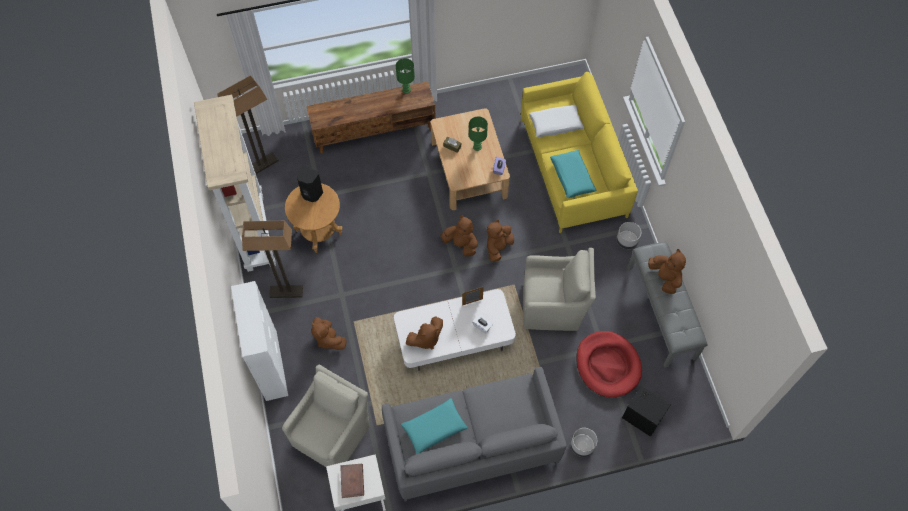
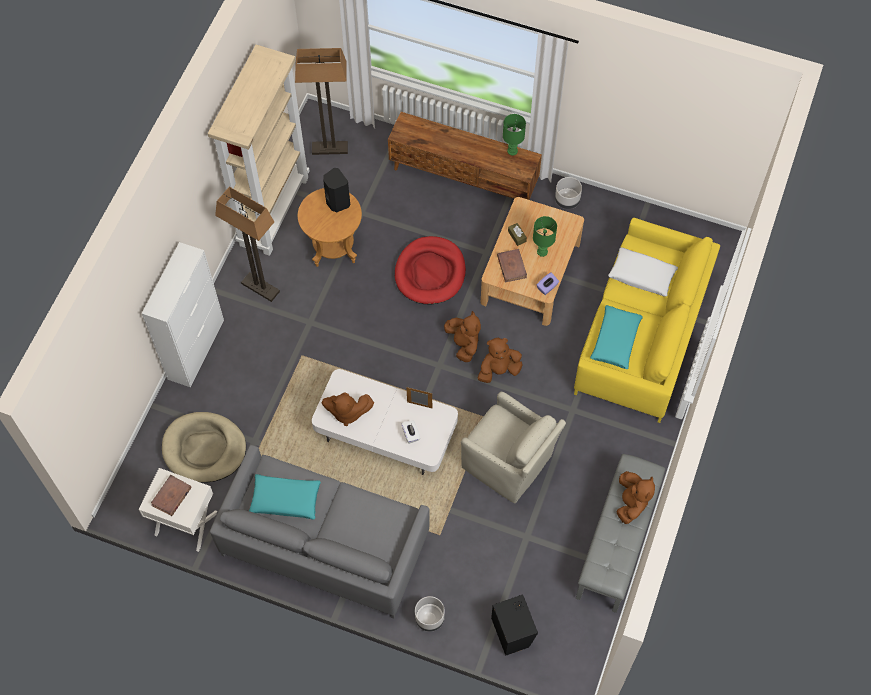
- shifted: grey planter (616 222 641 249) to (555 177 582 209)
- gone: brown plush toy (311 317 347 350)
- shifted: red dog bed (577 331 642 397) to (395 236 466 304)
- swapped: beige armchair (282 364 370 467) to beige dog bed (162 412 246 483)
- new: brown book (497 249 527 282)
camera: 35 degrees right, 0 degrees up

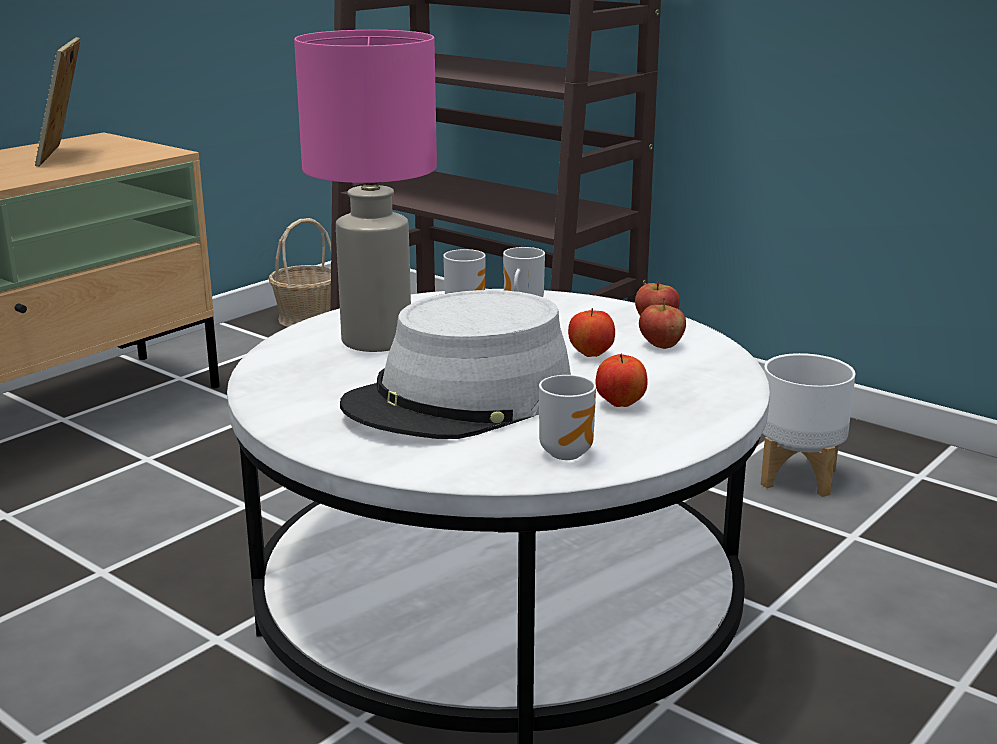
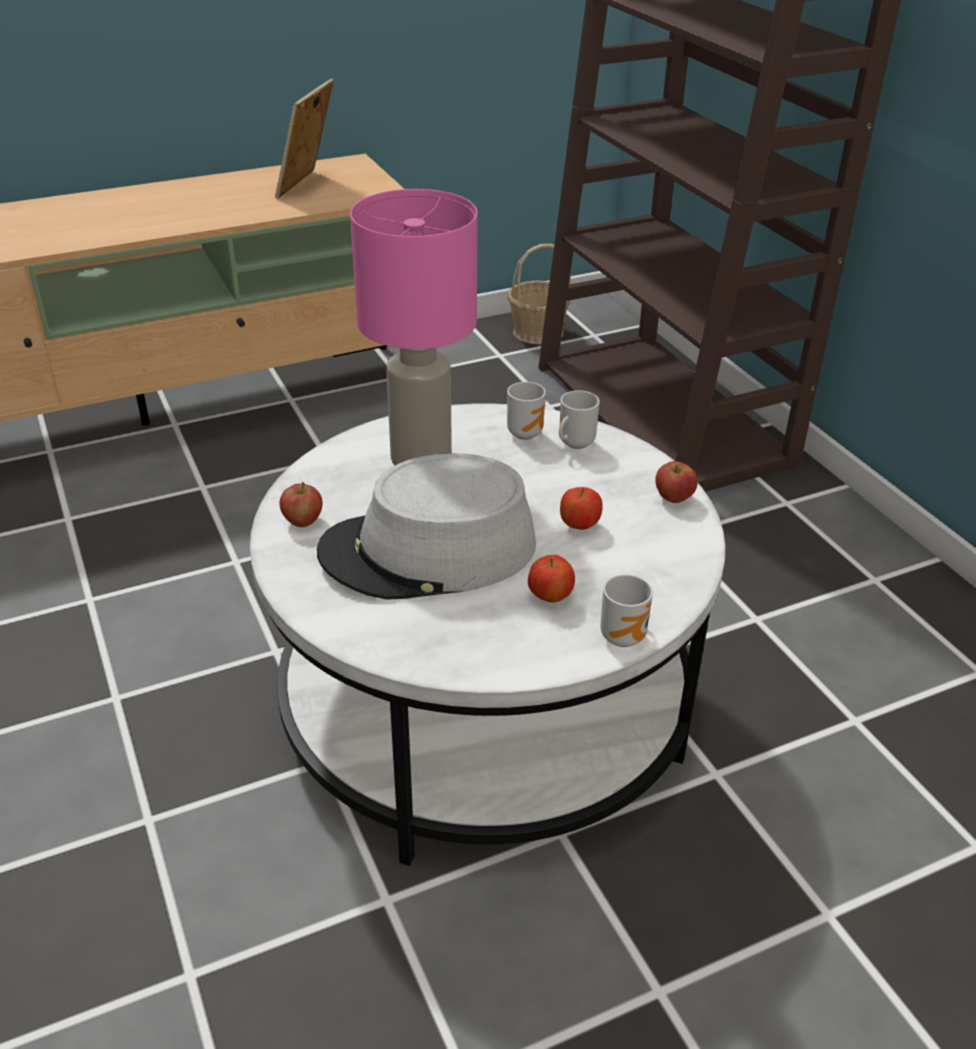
- shifted: apple (639 298 686 349) to (280 482 323 527)
- gone: white planter (761 353 856 497)
- shifted: mug (539 375 596 460) to (601 574 653 647)
camera: 25 degrees right, 15 degrees up

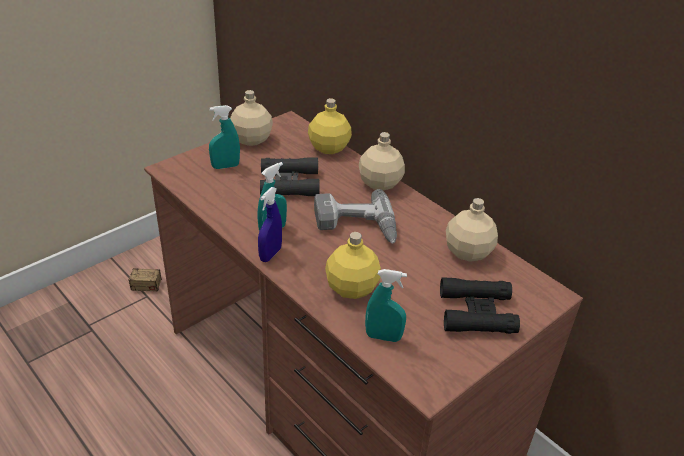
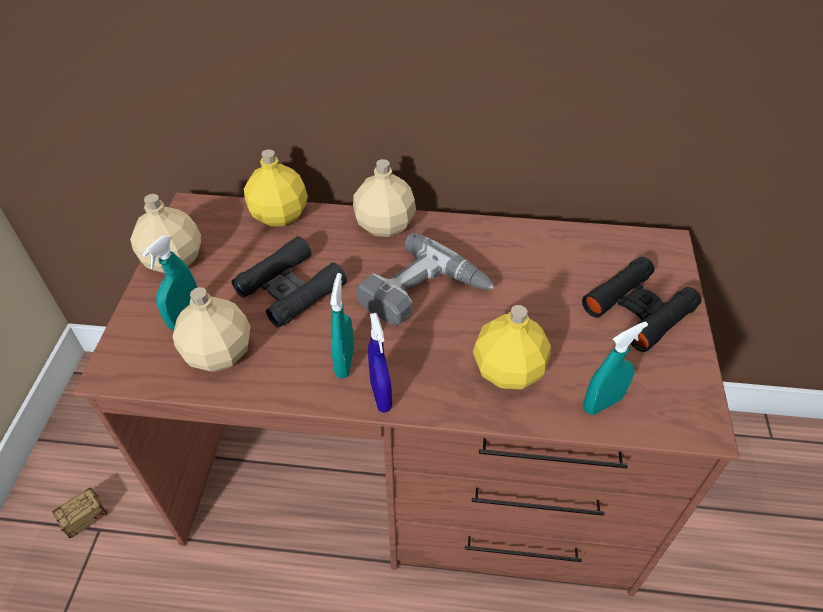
- shifted: beige bottle (446 198 498 262) to (173 287 250 372)
camera: 40 degrees left, 10 degrees up

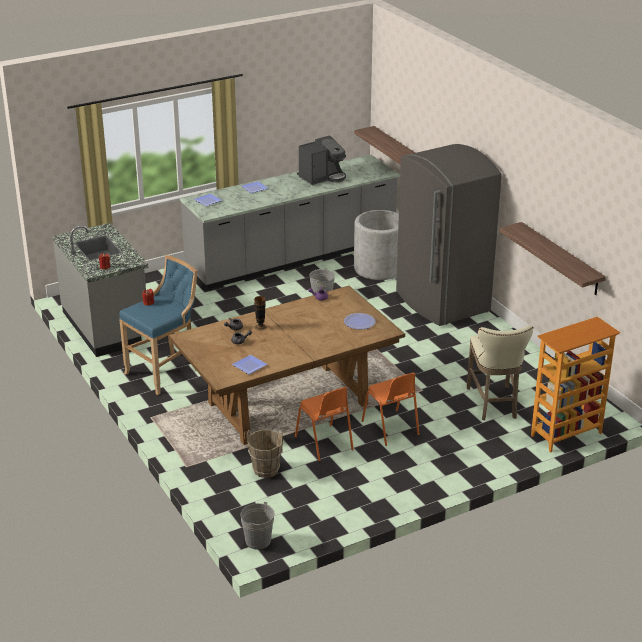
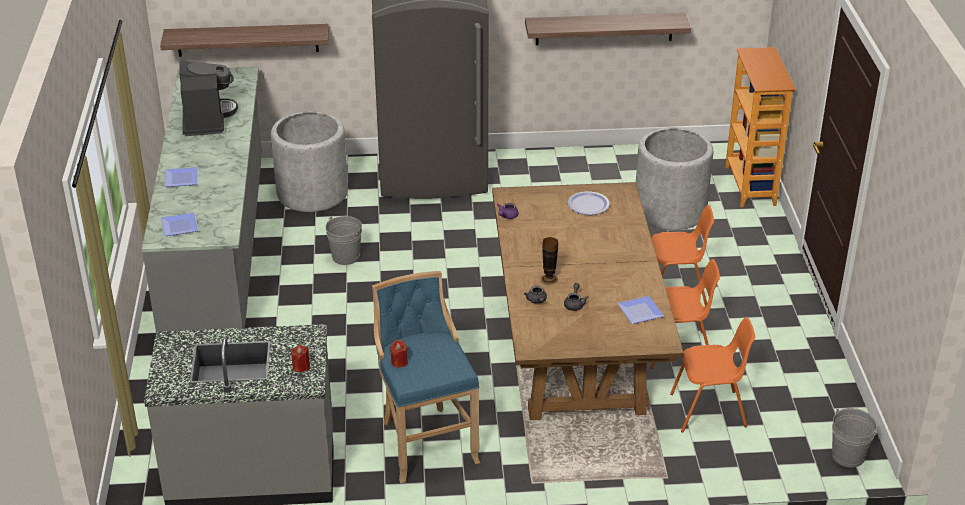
- swapped: beige stool (467 325 534 420) to grey planter (636 127 713 230)
- swapped: brown bucket (247 429 283 478) to orange chair (670 317 755 433)
camera: 65 degrees left, 5 degrees up

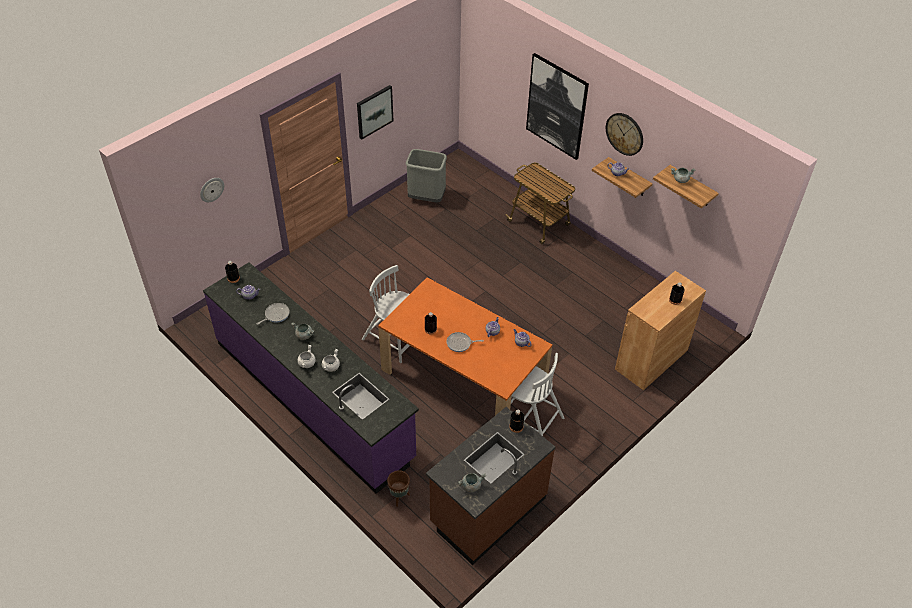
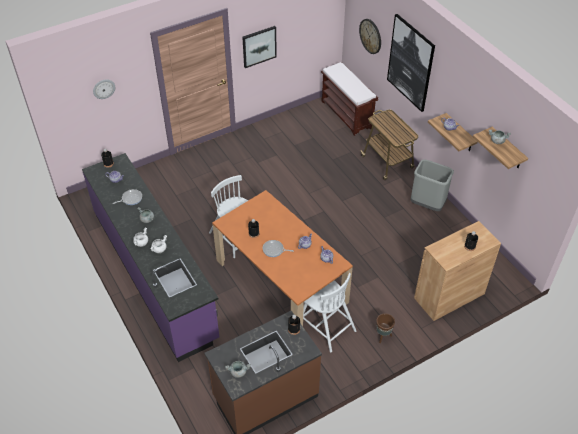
- shifted: wall clock (606 113 643 156) to (359 19 381 54)
- shifted: grey trash can (406 149 447 202) to (411 159 454 211)
- shifted: brown planter (387 470 410 507) to (376 313 395 343)
- new: brown bench (321 62 378 136)
camera: 15 degrees right, 0 degrees up

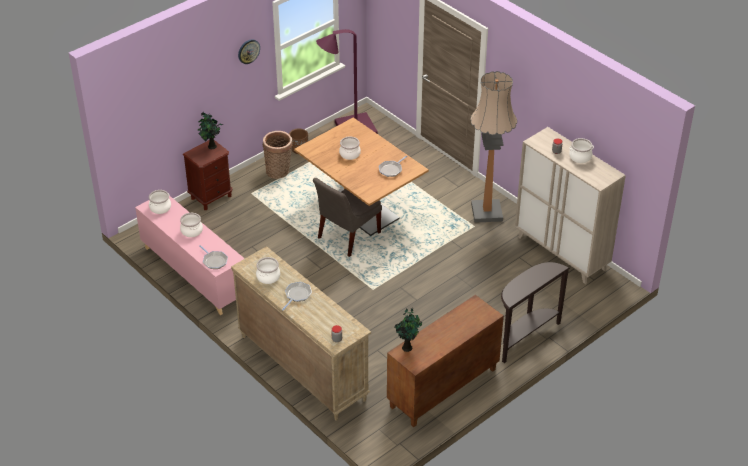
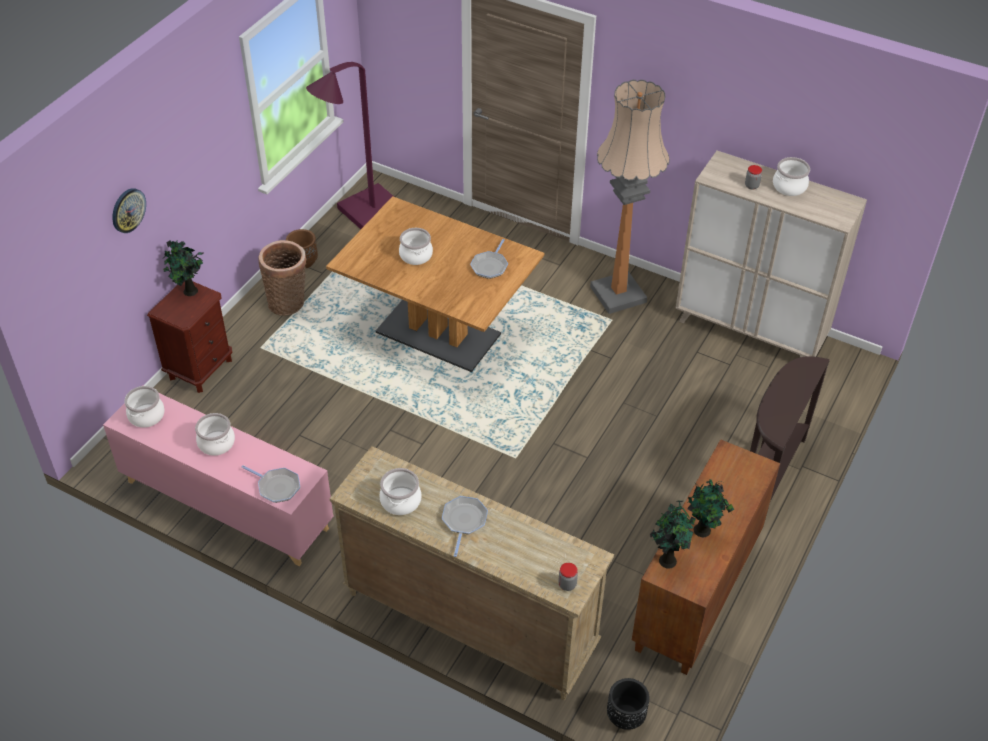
- shifted: wall clock (238 39 260 64) to (112 188 146 233)
- gone: grey chair (313 178 382 257)
- new: potted plant (687 479 734 537)
- new: black planter (607 678 649 730)
camera: 20 degrees left, 5 degrees up

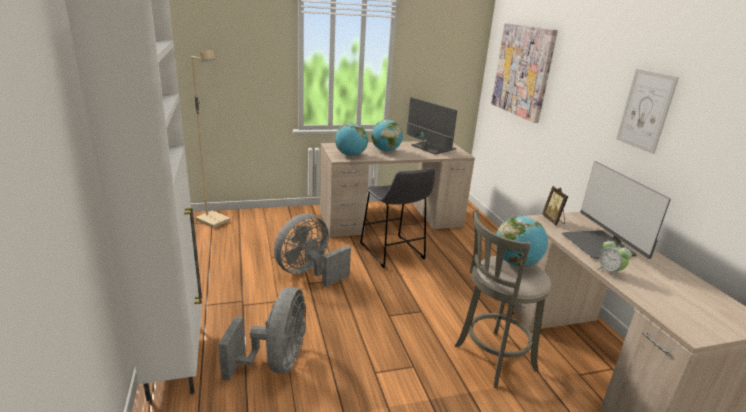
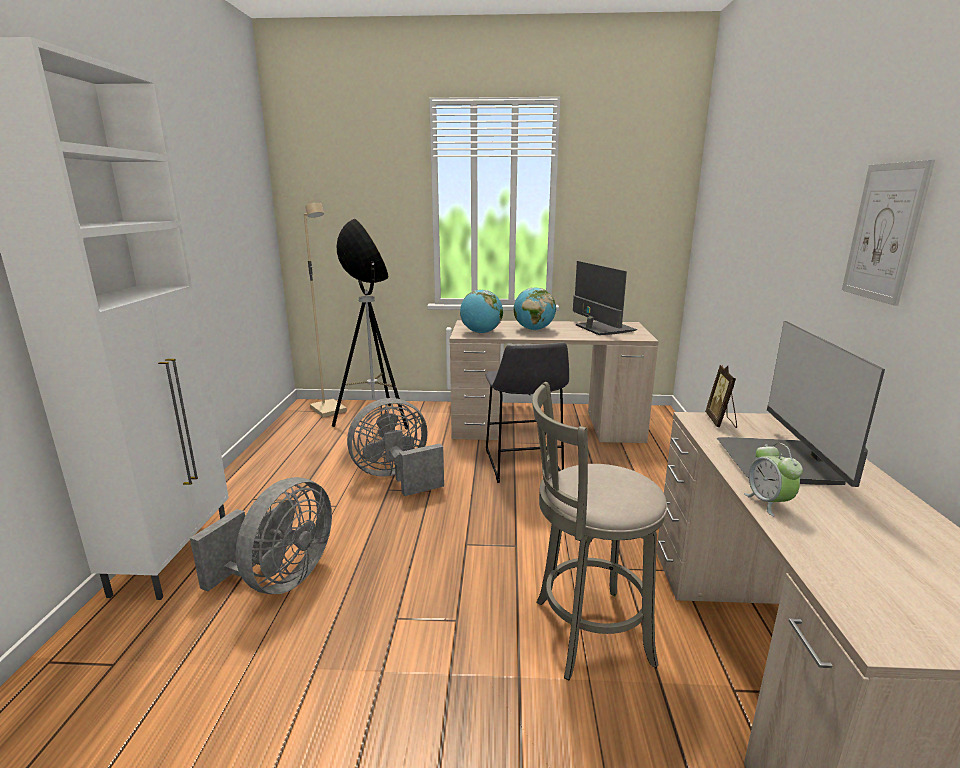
- gone: picture (491 23 558 123)
- gone: globe (496 216 548 267)
- new: floor lamp (332 218 408 429)
camera: 20 degrees right, 5 degrees down

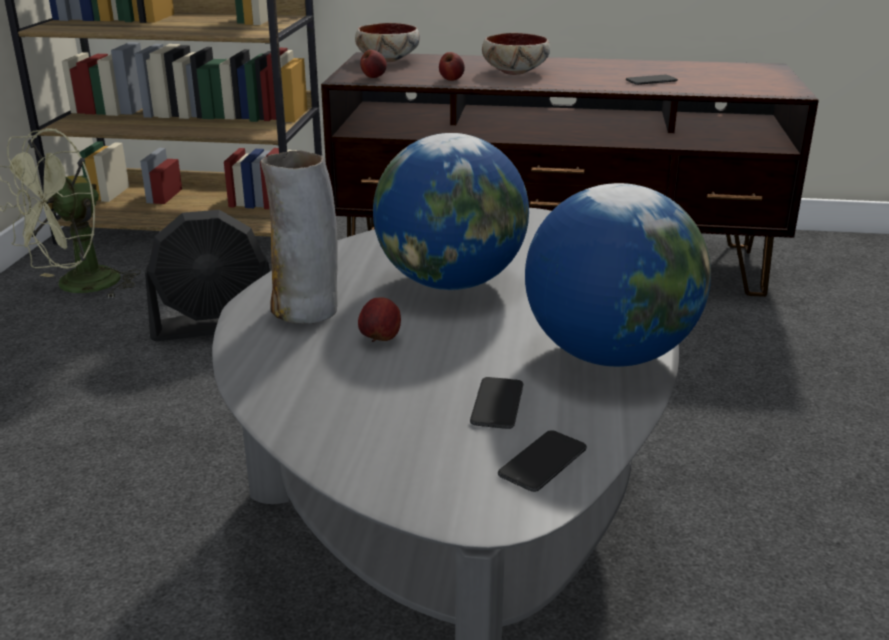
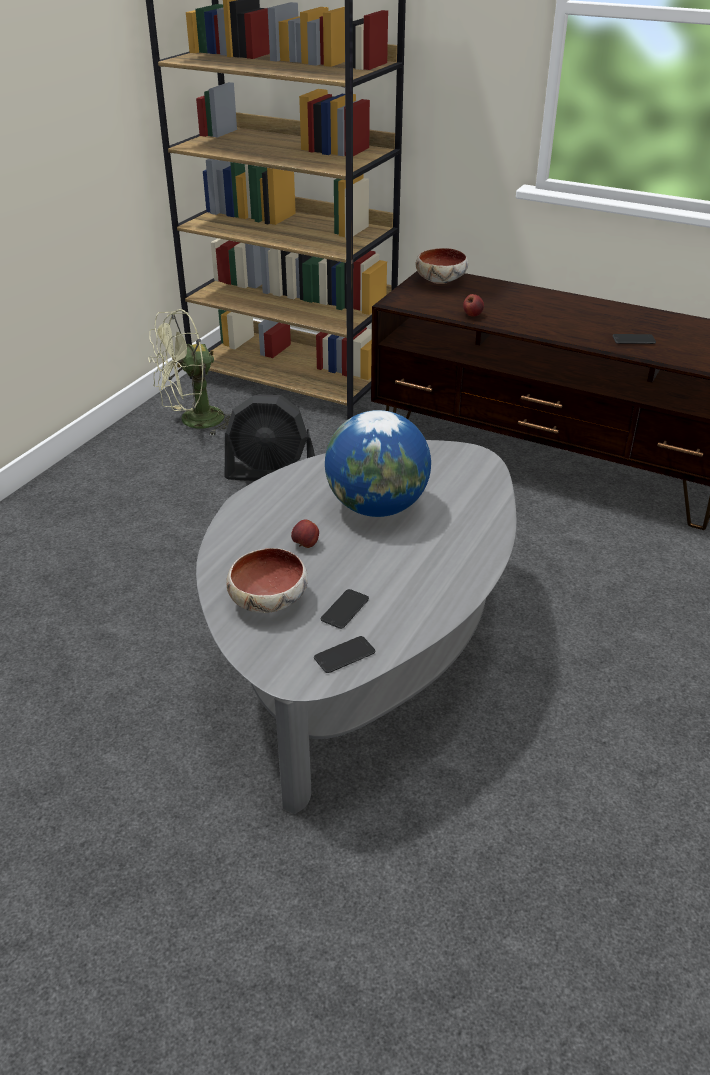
- shifted: bowl (482 33 550 75) to (226 548 308 613)
- gone: apple (360 50 387 78)
- gone: vase (260 150 338 324)
- gone: globe (525 183 711 367)
camera: 20 degrees right, 10 degrees up

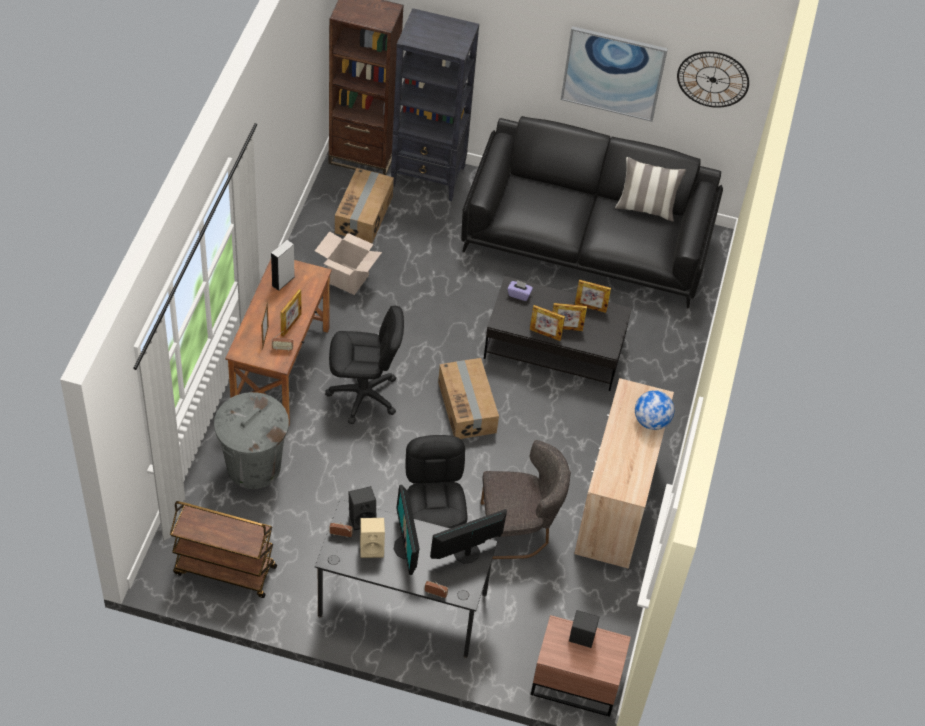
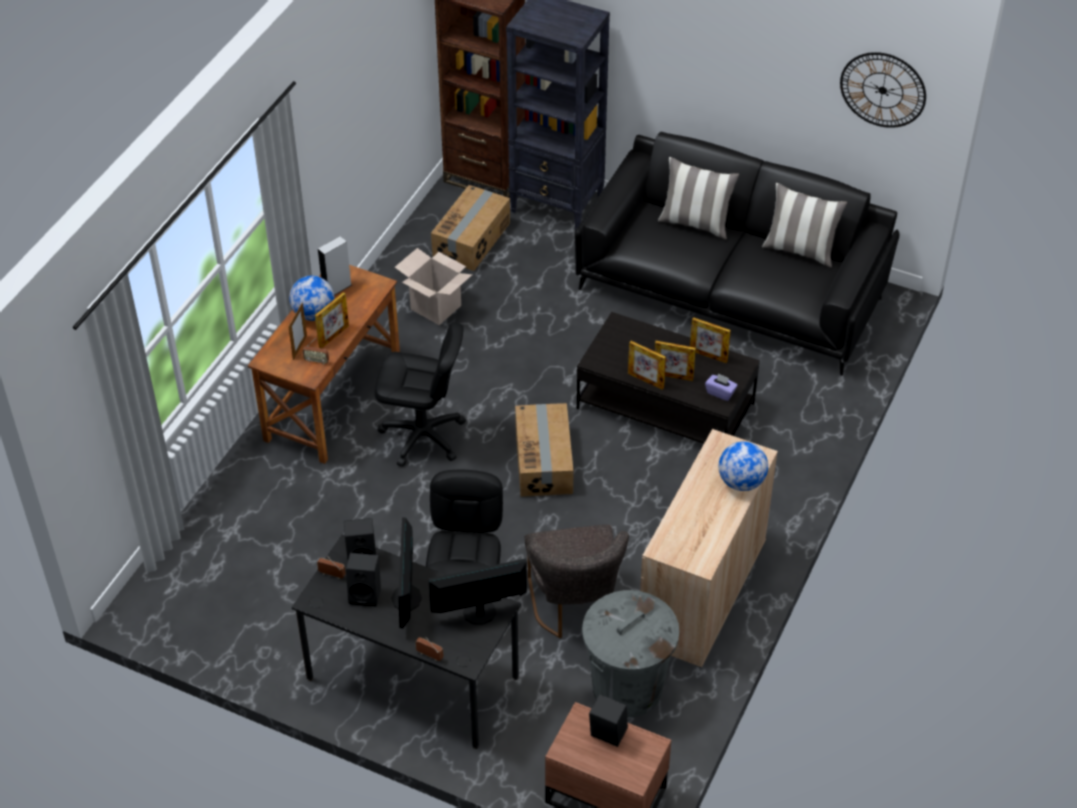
- gone: picture (561 26 668 122)
- shifted: purple tissue box (507 280 533 301) to (705 373 738 401)
- shifted: grey trash can (214 392 289 489) to (582 590 679 717)
- rotated: grey chair (481 440 571 559) = (524 525 629 638) 75 degrees clockwise
- gone: brown cart (170 501 277 598)
- repainted: beige speaker (360 518 385 558) to black speaker (346 553 381 606)
- new: pillow (658 157 739 239)
- new: globe (289 276 335 321)
camera: 15 degrees right, 5 degrees down

